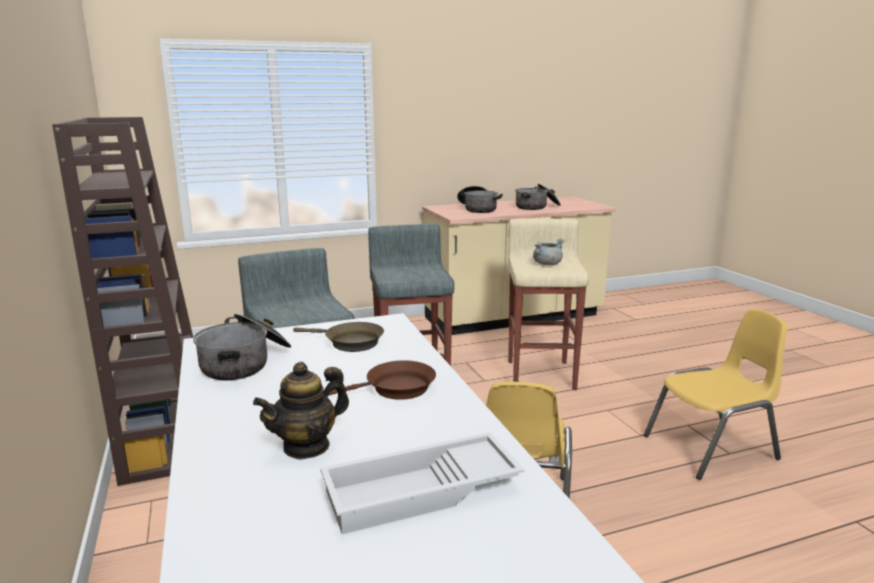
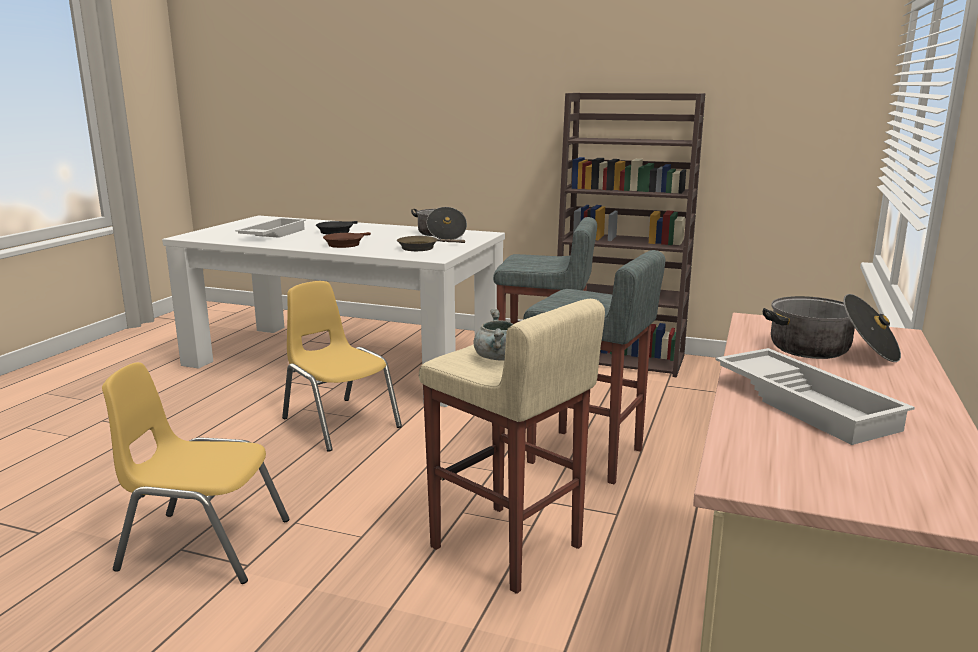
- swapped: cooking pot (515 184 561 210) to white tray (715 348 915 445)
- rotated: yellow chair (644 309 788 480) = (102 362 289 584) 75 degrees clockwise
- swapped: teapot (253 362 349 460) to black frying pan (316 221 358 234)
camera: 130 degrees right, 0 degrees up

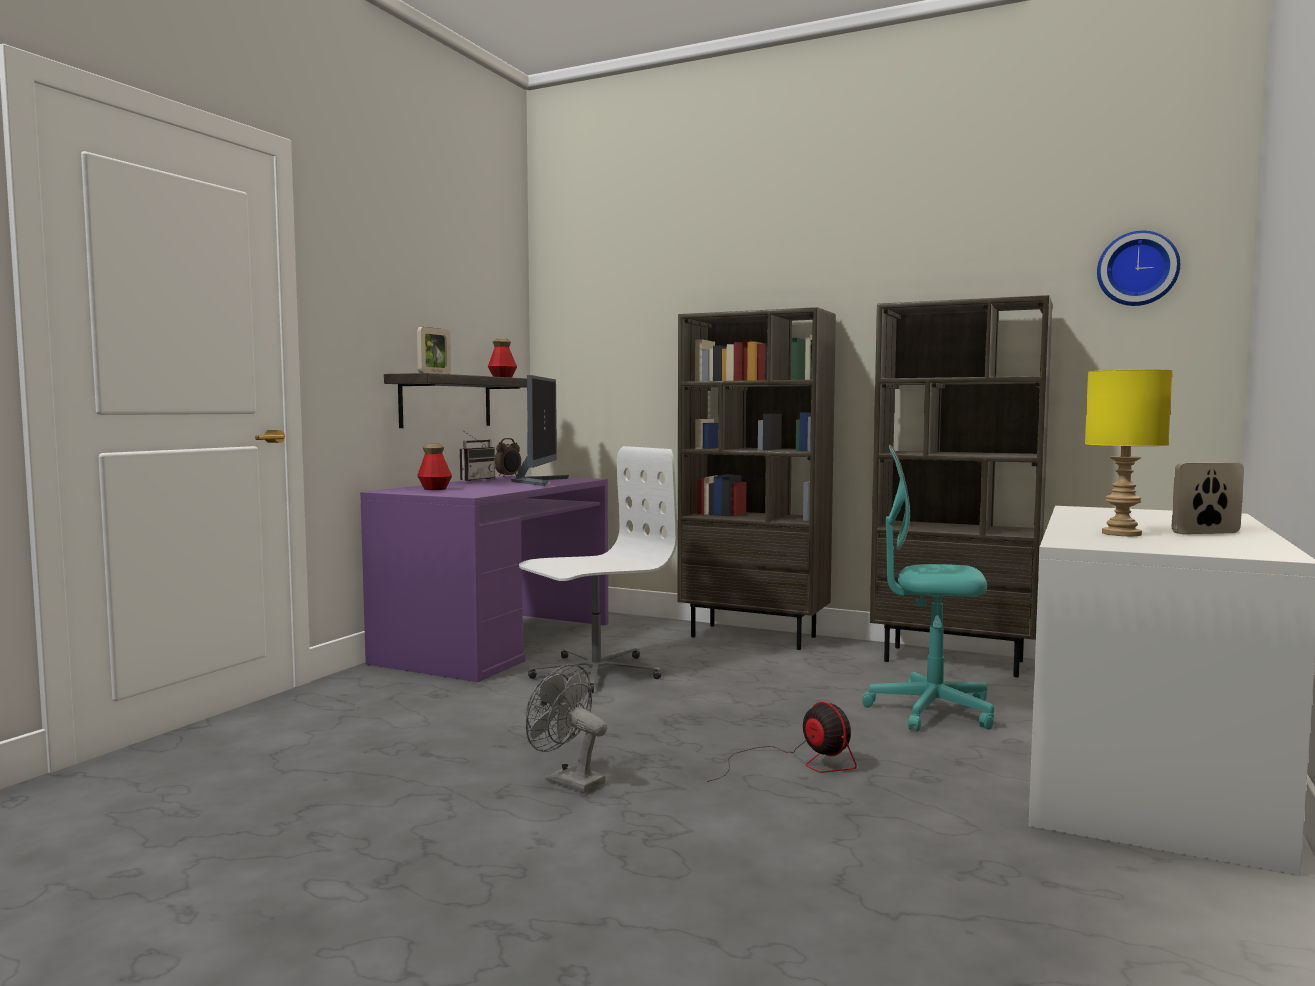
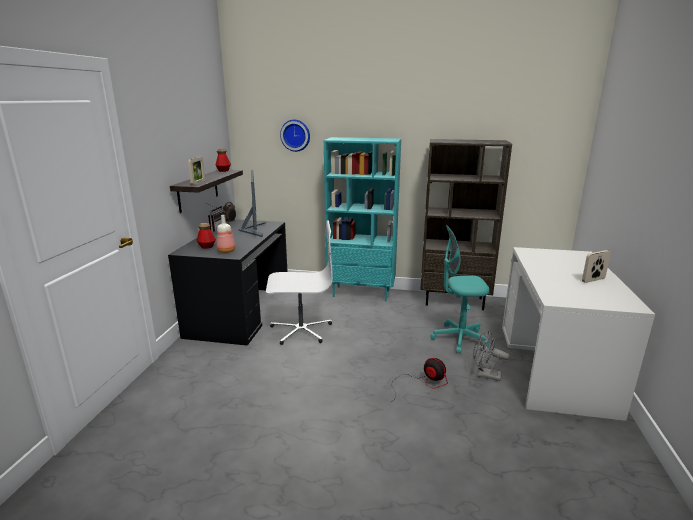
- shifted: wall clock (1097 231 1180 306) to (280 120 310 152)
- repainted: brown bookcase (677 307 836 650) to turquoise bookcase (324 137 401 301)
- gone: yellow table lamp (1085 369 1173 536)
- rotated: white office chair (519 446 677 693) = (266 220 333 345) 45 degrees clockwise
- repainted: purple desk (360 475 608 682) to black desk (168 219 288 346)
- shifted: grey fan (526 664 607 793) to (473 330 510 381)
- new: bottle (217 215 235 253)
camera: 15 degrees left, 15 degrees up

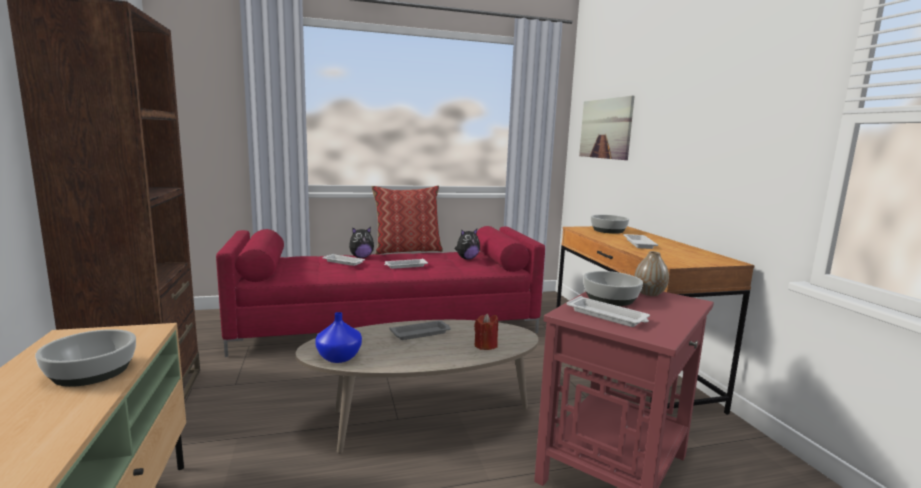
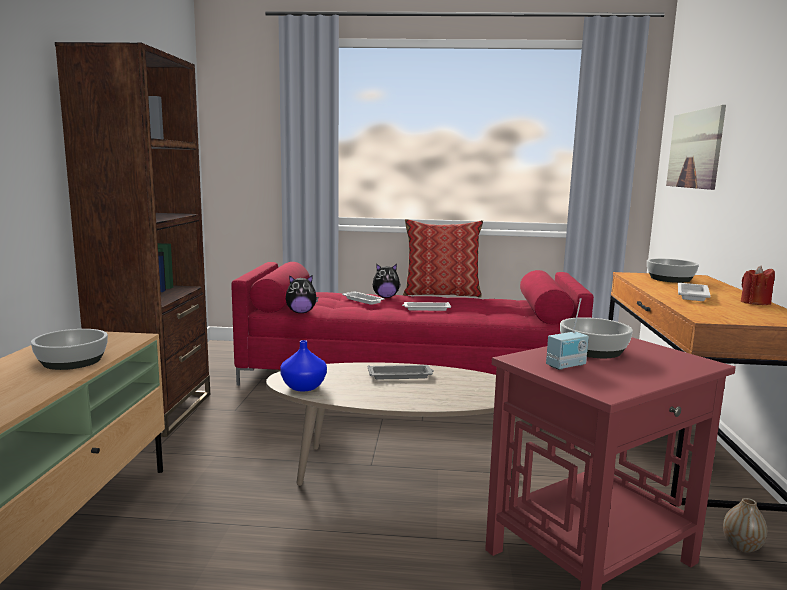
- shifted: plush toy (455 229 480 259) to (286 275 318 313)
- shifted: vase (635 251 669 296) to (723 498 767 553)
- swapped: white tray (567 296 650 327) to radio (546 298 589 370)
- shifted: red candle (474 313 498 350) to (741 266 775 305)
camera: 20 degrees right, 0 degrees up

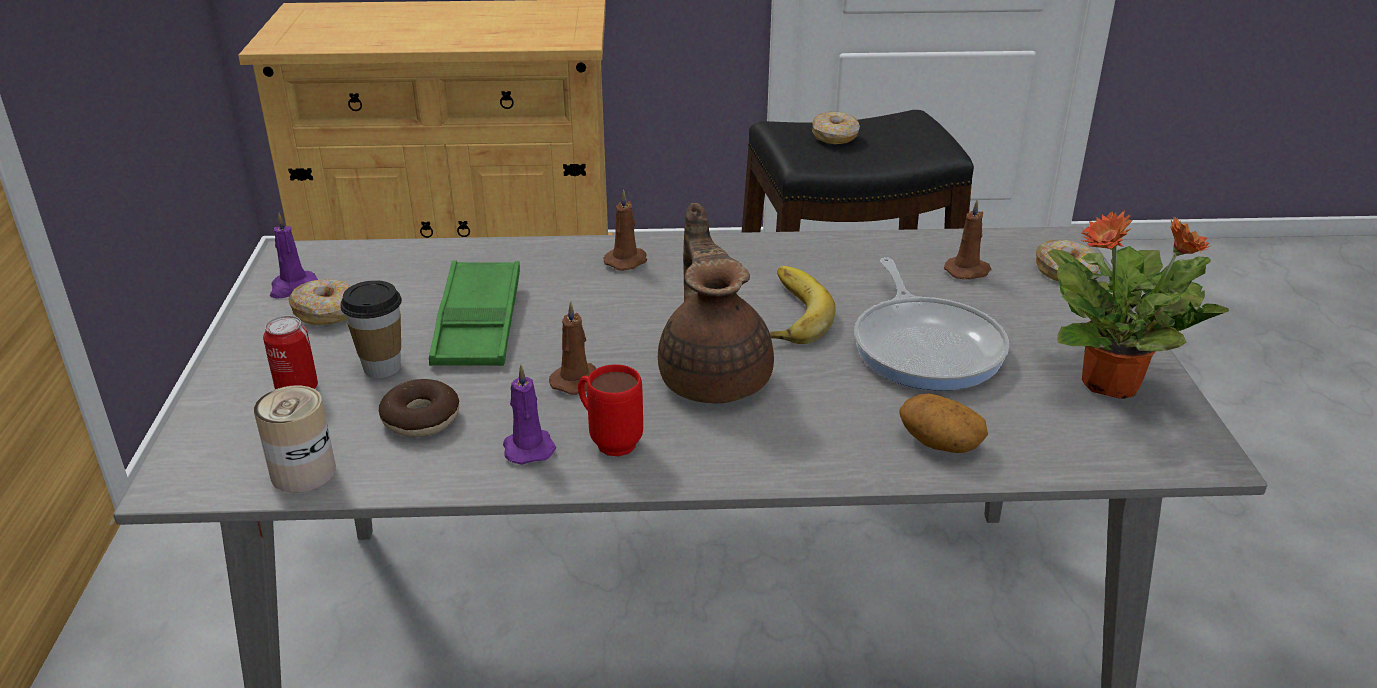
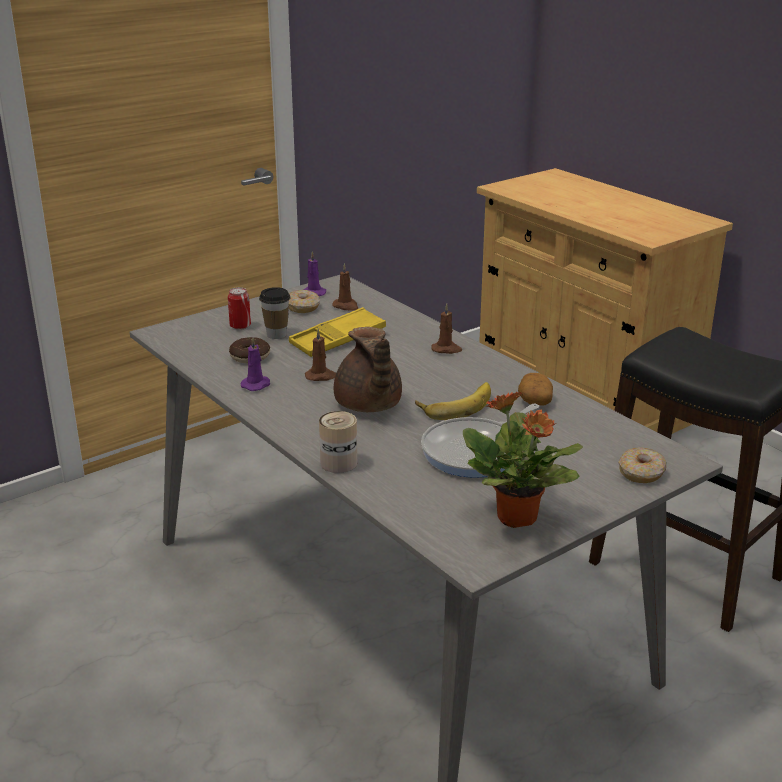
- gone: donut (812 112 860 144)
- shifted: brown candle (944 199 991 280) to (332 263 359 311)
- rotated: brown teapot (658 203 774 403) = (334 327 402 412) 120 degrees clockwise
- repainted: green tray (429 260 520 366) to yellow tray (289 307 386 357)
- gone: red mug (578 364 643 456)
- shifted: can (254 386 336 493) to (319 411 357 473)
- shifted: potato (899 393 988 453) to (518 373 553 406)
camera: 55 degrees right, 5 degrees down

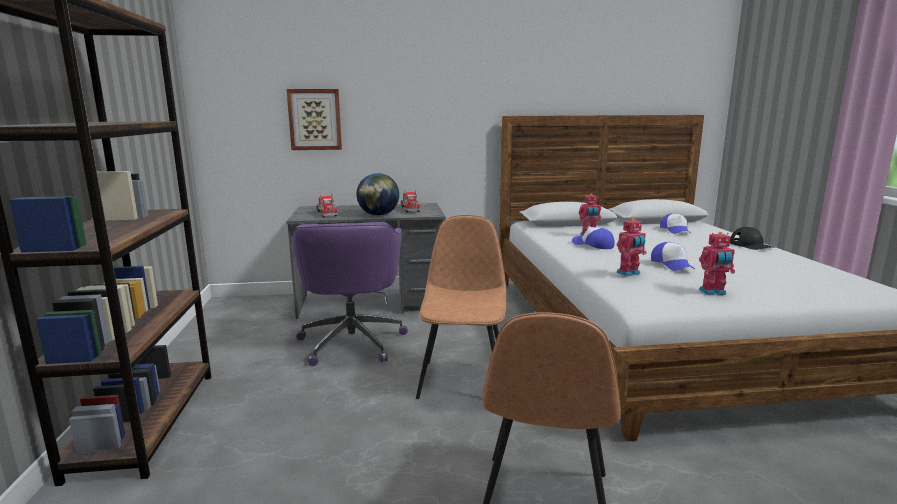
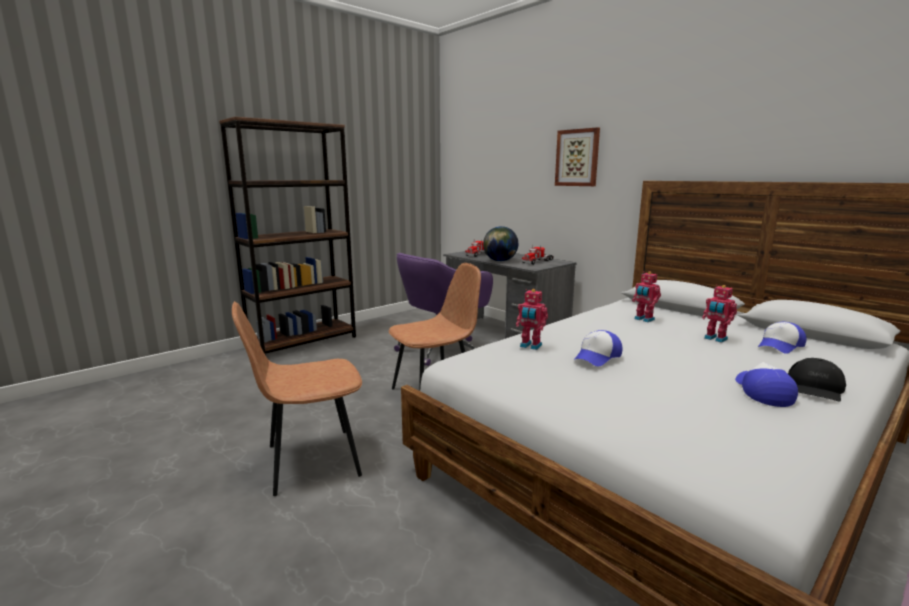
- shifted: picture (287 89 342 150) to (555 127 600 186)
- shifted: cap (572 227 615 249) to (735 362 798 407)
- shifted: toy robot (699 232 735 295) to (702 285 737 343)
camera: 55 degrees right, 0 degrees up

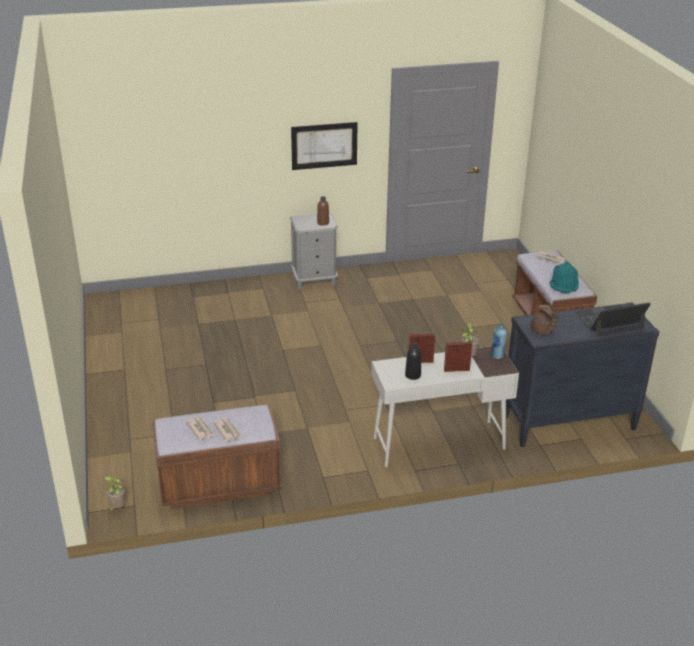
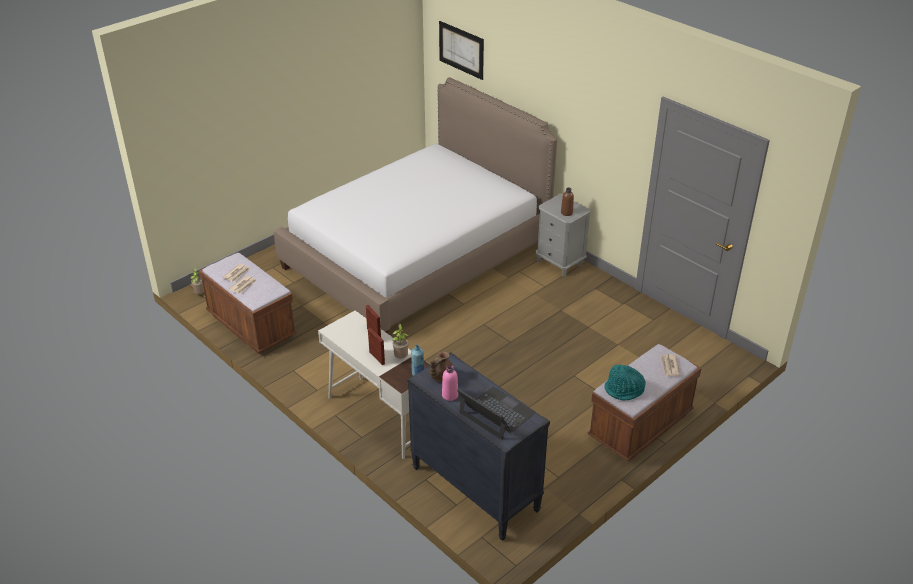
- shifted: picture (291 122 358 170) to (439 21 484 80)
- gone: black bottle (405 343 421 380)
- new: bed (274 77 557 334)
- new: pink bottle (442 365 458 401)
camera: 60 degrees right, 5 degrees up

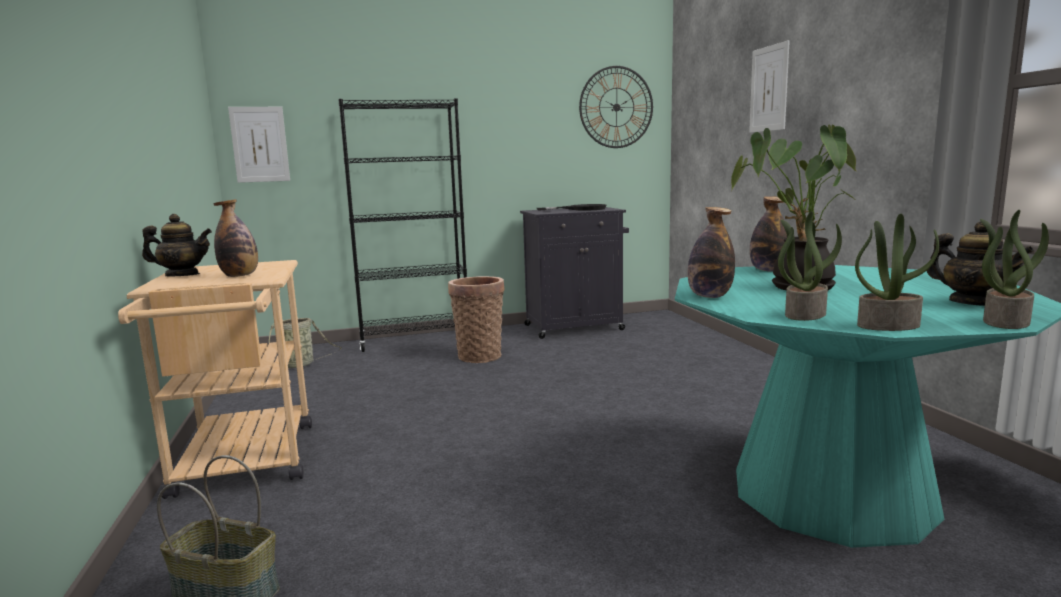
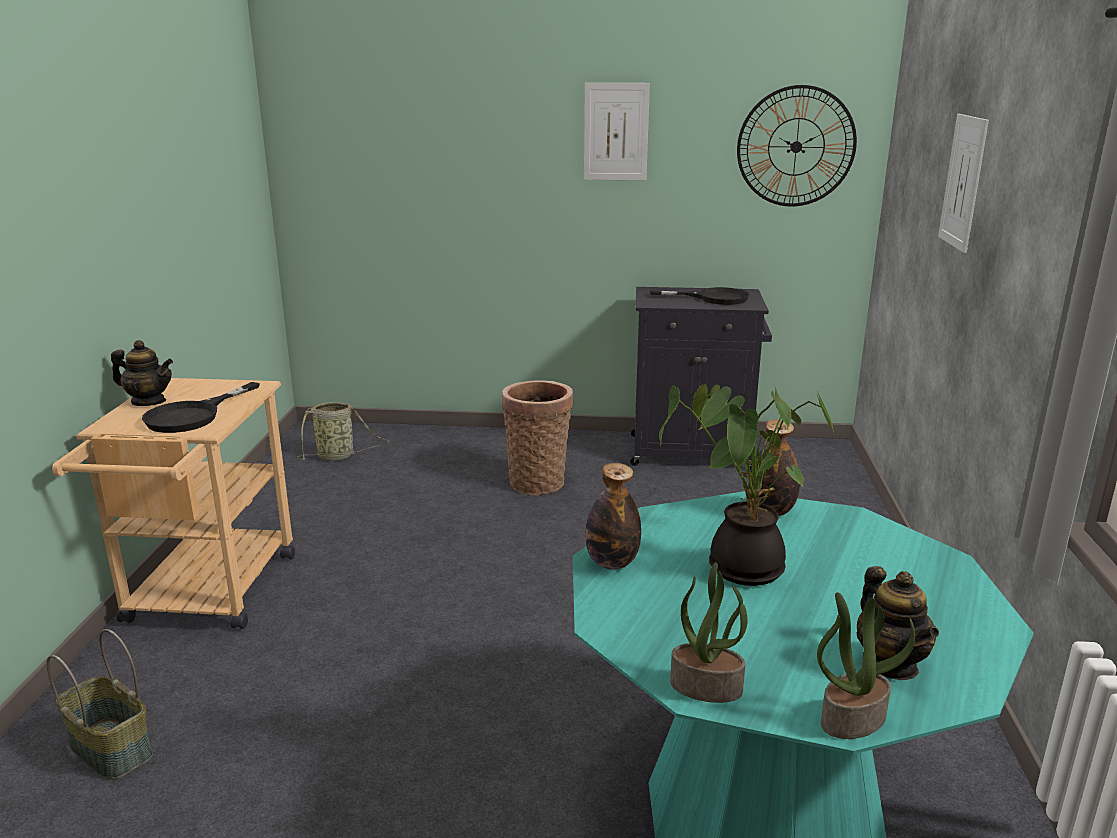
- gone: black bookcase (338 98 467 352)
- shifted: picture (228 107 290 183) to (584 83 650 181)
- swapped: bottle (213 199 258 277) to black frying pan (142 382 260 433)
- gone: potted plant (778 211 842 321)
camera: 20 degrees right, 10 degrees up

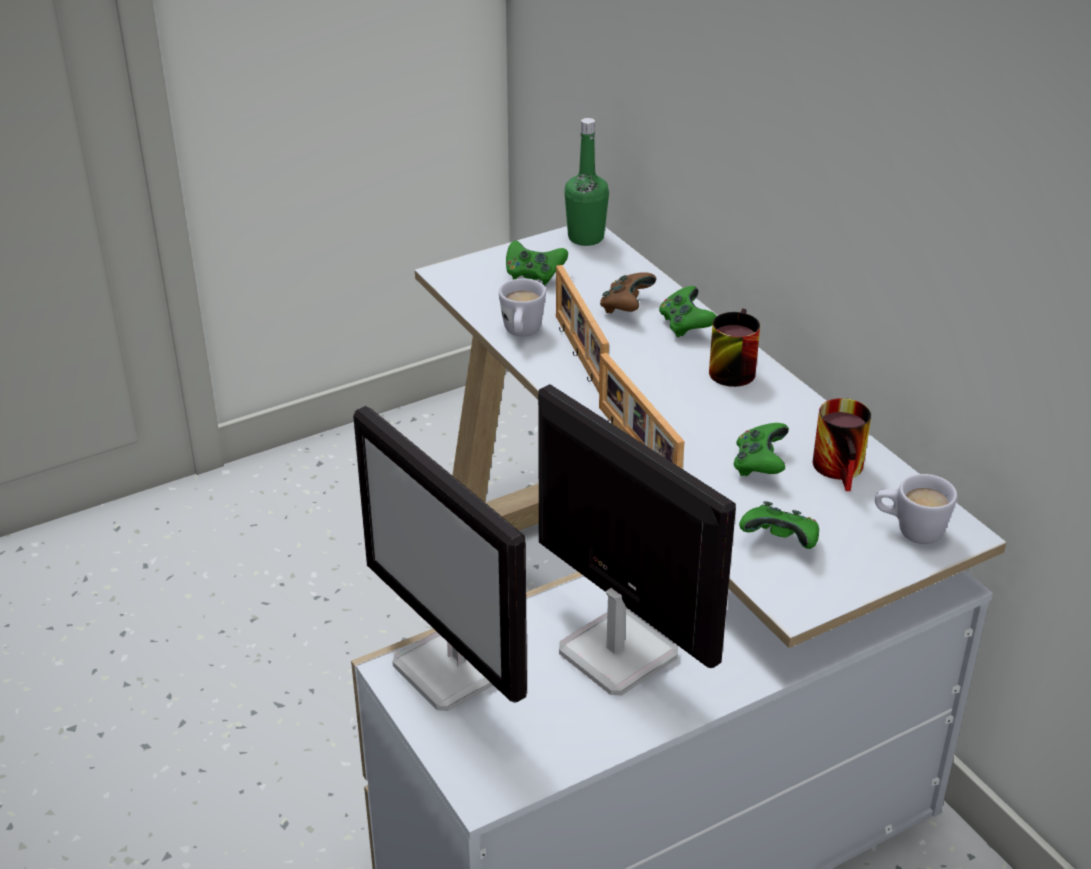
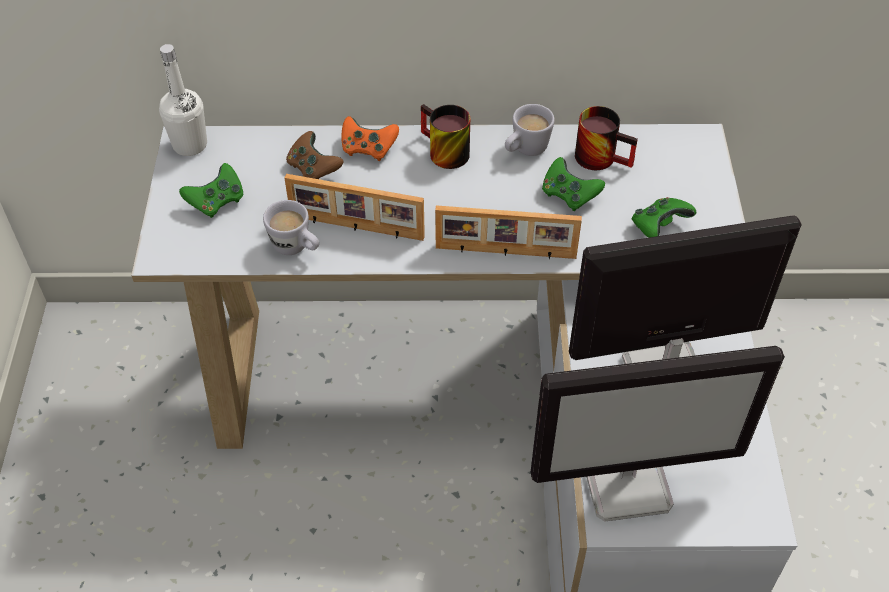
- repainted: green bottle (564 118 609 246) to white bottle (159 44 207 156)
- repainted: green game controller (659 286 717 337) to orange game controller (341 116 399 161)
- shifted: white mug (875 474 957 544) to (505 104 555 156)
camera: 60 degrees left, 15 degrees up

